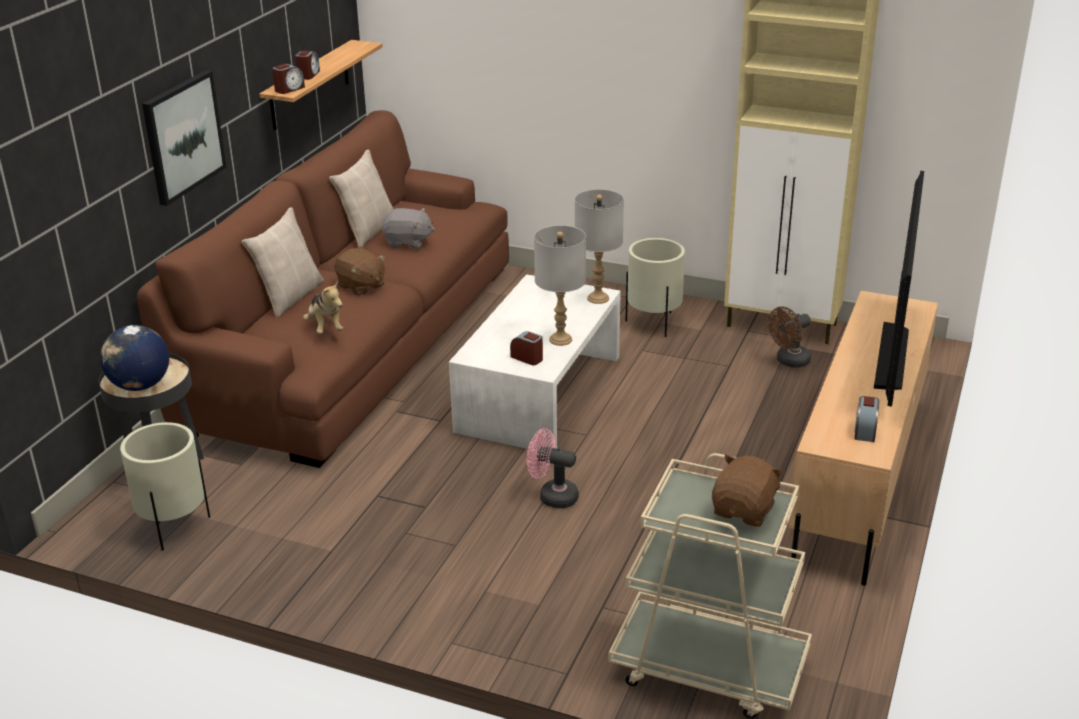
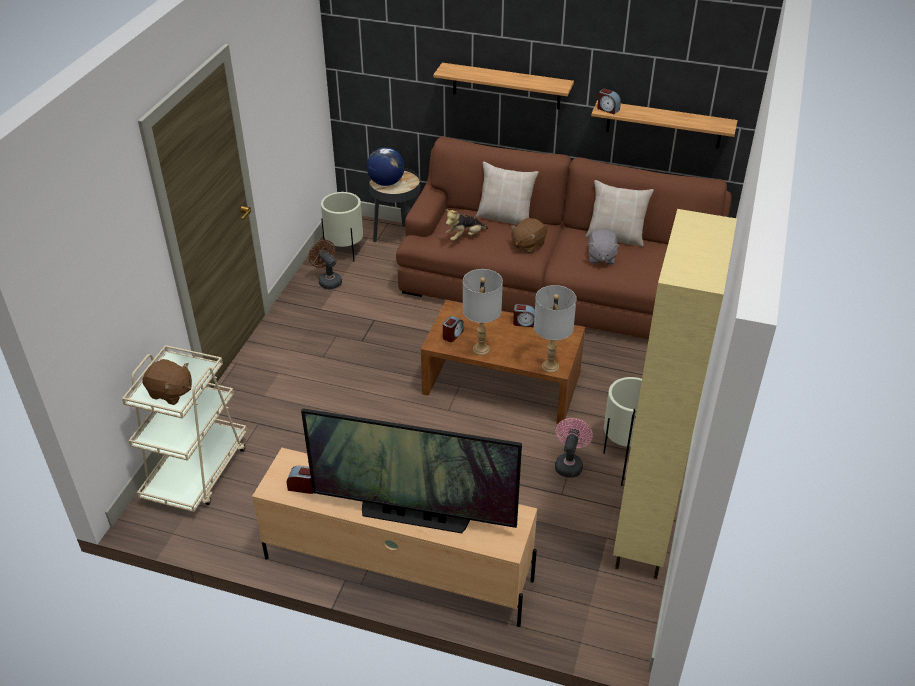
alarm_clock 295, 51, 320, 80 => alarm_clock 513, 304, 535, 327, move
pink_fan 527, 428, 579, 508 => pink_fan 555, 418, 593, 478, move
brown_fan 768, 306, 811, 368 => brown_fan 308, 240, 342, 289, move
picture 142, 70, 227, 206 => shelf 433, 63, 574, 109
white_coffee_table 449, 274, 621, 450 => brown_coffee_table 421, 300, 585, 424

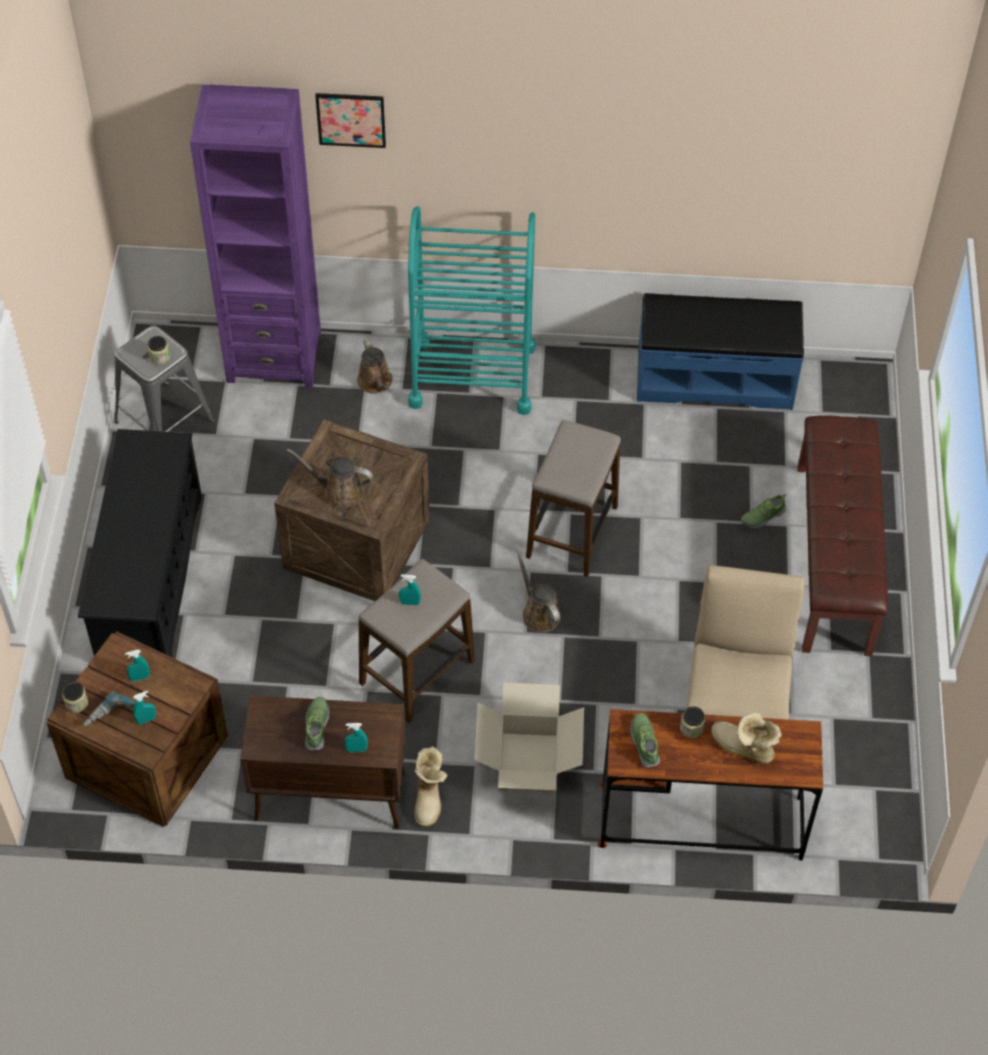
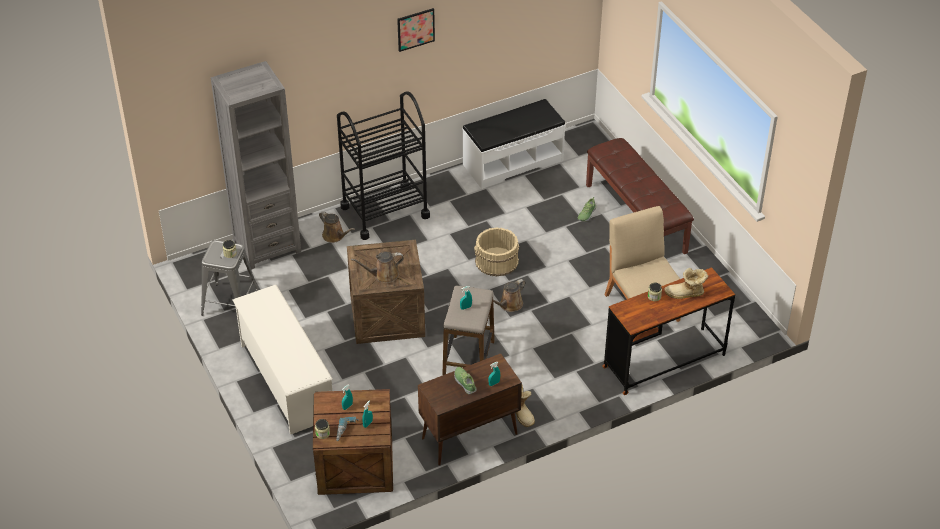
cardboard_box 474, 682, 584, 793 => nothing
shoe 630, 713, 660, 768 => nothing
picture 315, 93, 386, 148 => picture 397, 8, 435, 52, move
stool 526, 420, 621, 577 => beige_bucket 474, 227, 519, 276
black_shoe_rack 78, 429, 202, 657 => white_shoe_rack 232, 285, 333, 435
purple_bookcase 190, 84, 321, 387 => grey_bookcase 211, 61, 301, 270
turquoise_cart 408, 206, 536, 415 => black_cart 337, 91, 430, 240
blue_bench 637, 293, 804, 410 => white_bench 462, 99, 566, 189
brown_watering_can 516, 548, 561, 632 => brown_watering_can 493, 279, 525, 312, 75 degrees counterclockwise

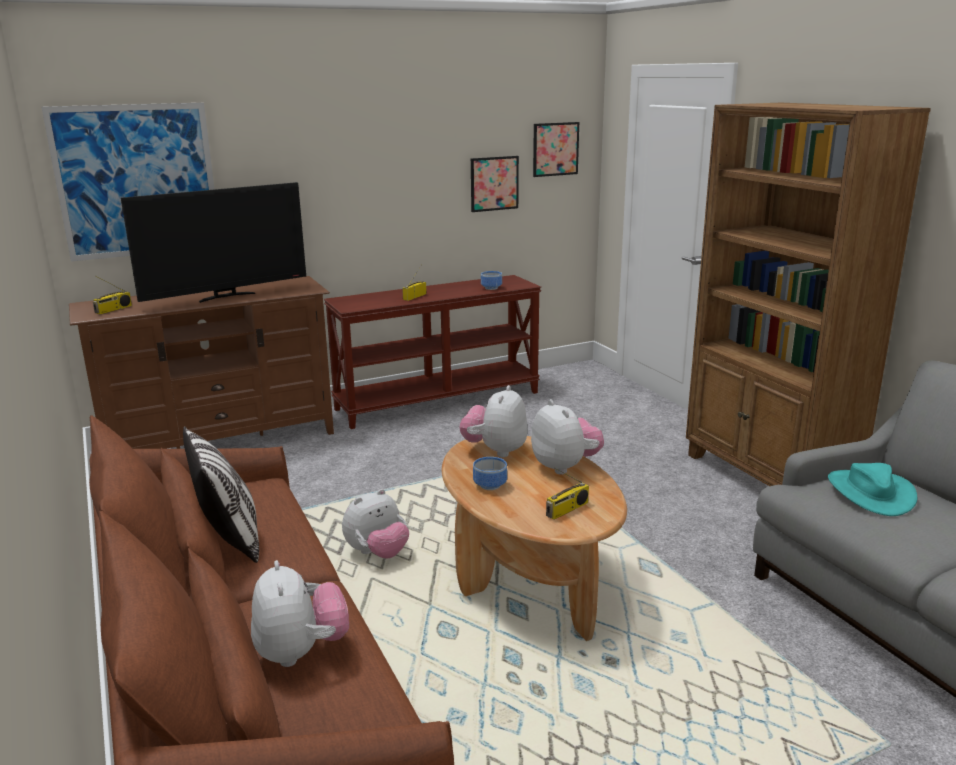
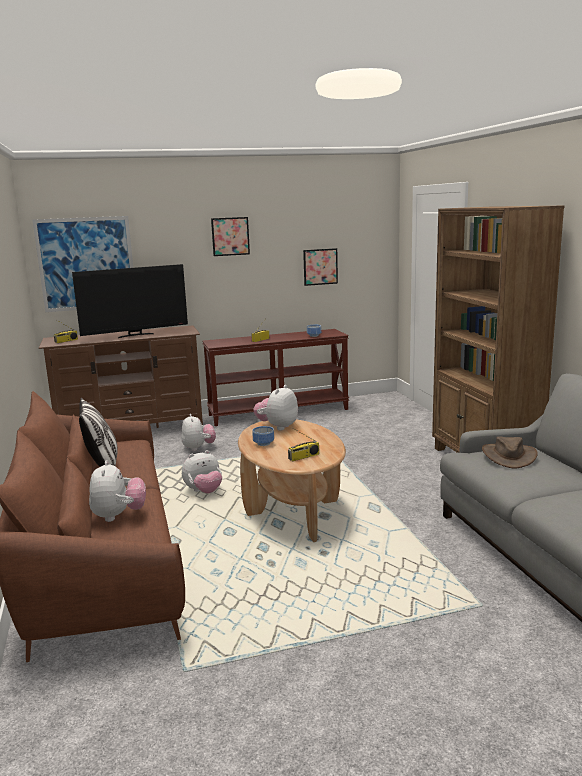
plush_toy 531, 399, 604, 475 => plush_toy 181, 414, 216, 451, move
picture 533, 122, 579, 177 => picture 211, 217, 250, 256, move
turquoise_hat 828, 463, 917, 516 => brown_hat 482, 437, 538, 468

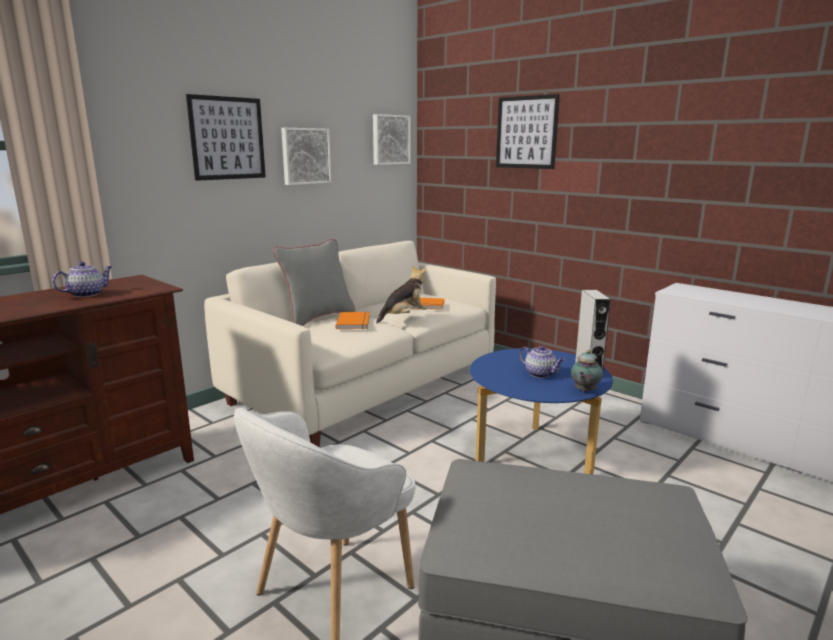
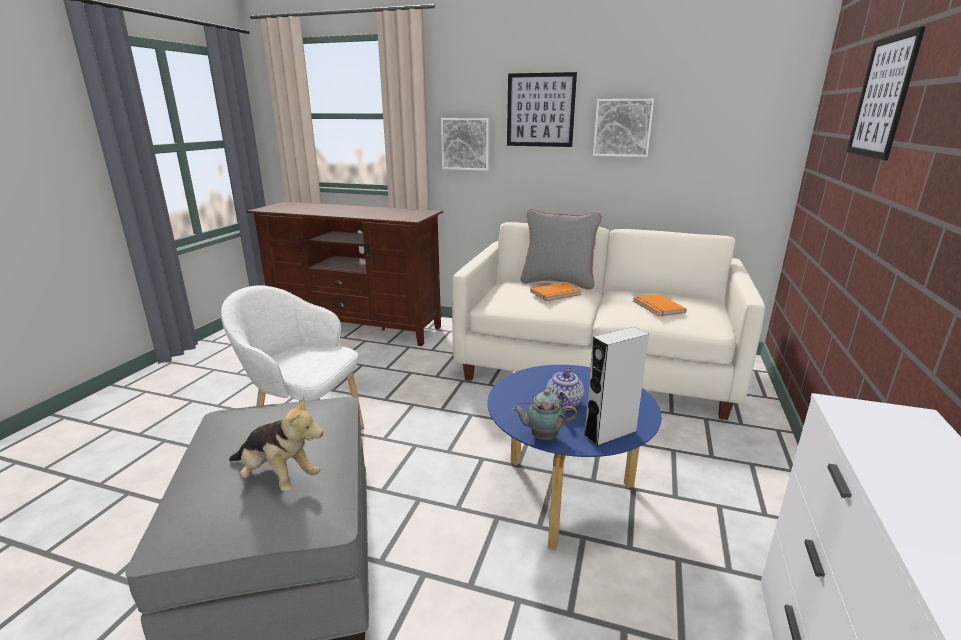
teapot 52, 262, 112, 297 => nothing
picture 373, 114, 410, 165 => picture 441, 118, 490, 171, move
plush_toy 376, 266, 427, 323 => plush_toy 229, 396, 323, 492, move

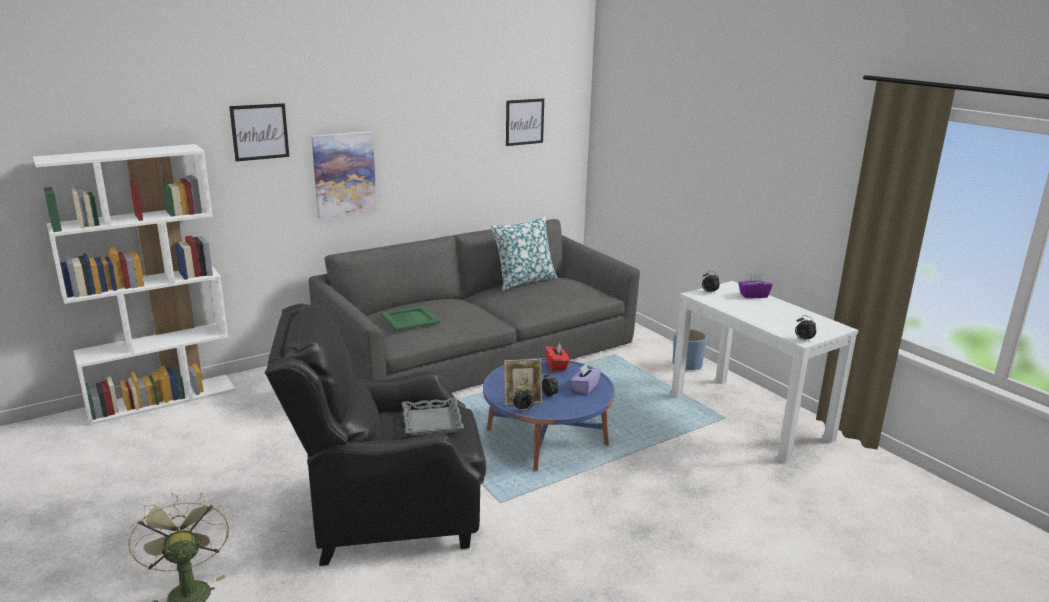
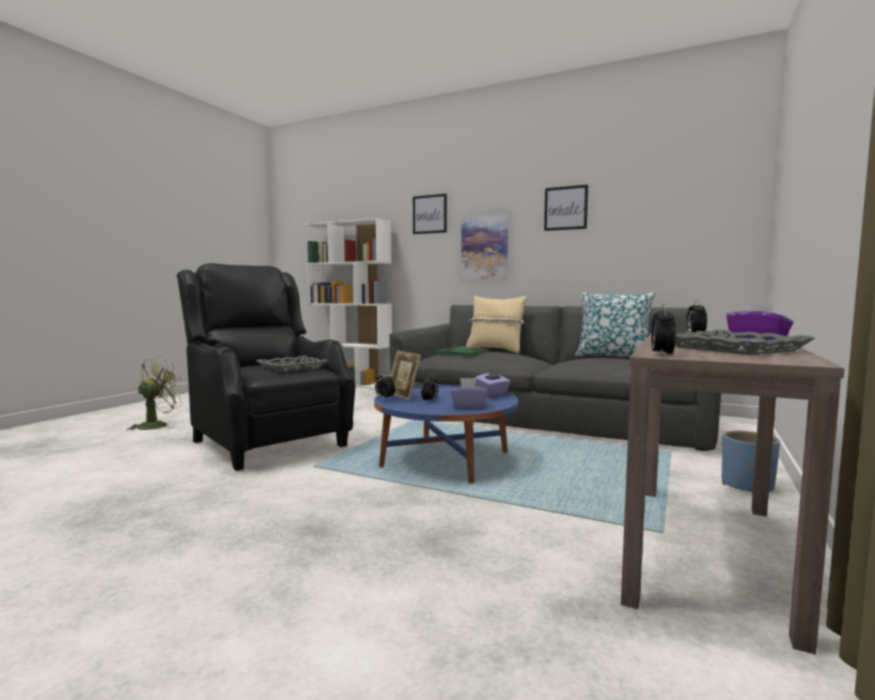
nothing => beige_pillow 466, 296, 526, 354
nothing => grey_tray 675, 329, 815, 355
picture 506, 98, 544, 146 => picture 544, 185, 588, 231, move
red_tissue_box 545, 342, 569, 371 => purple_tissue_box 475, 369, 511, 397
white_console_table 671, 281, 859, 463 => brown_console_table 621, 333, 845, 654

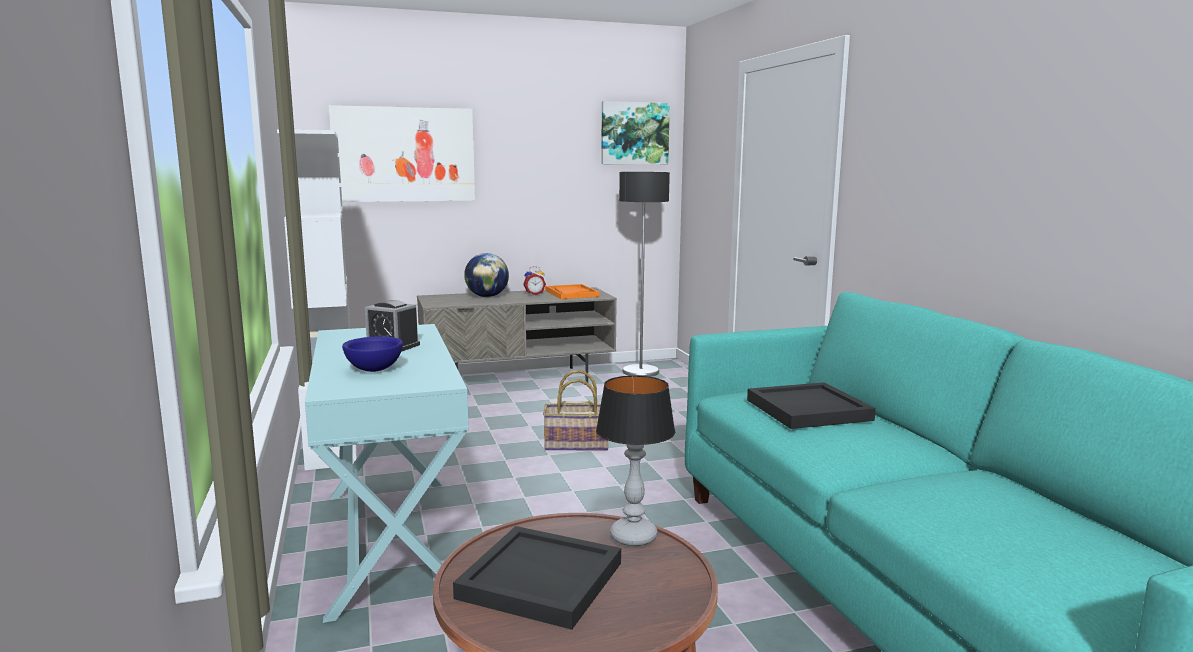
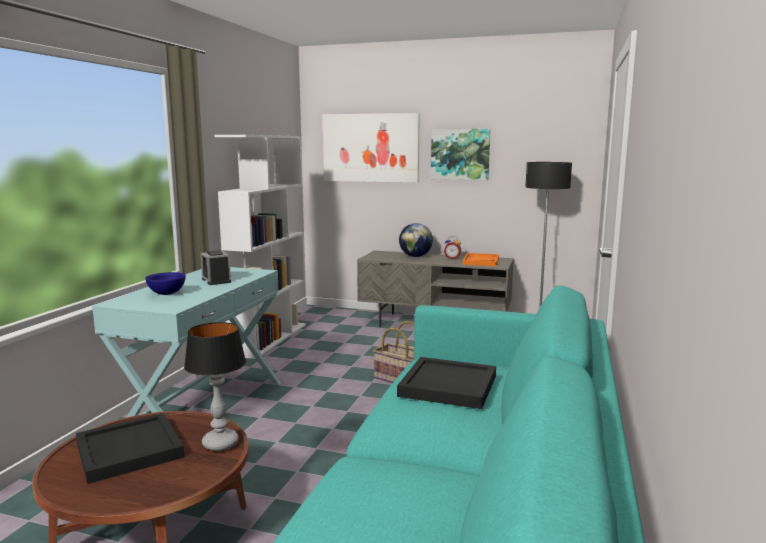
picture 601, 101, 670, 164 => picture 431, 129, 490, 180, move

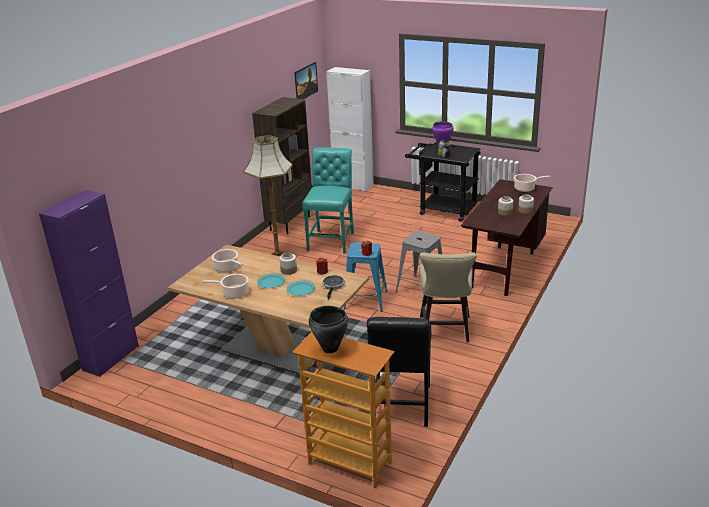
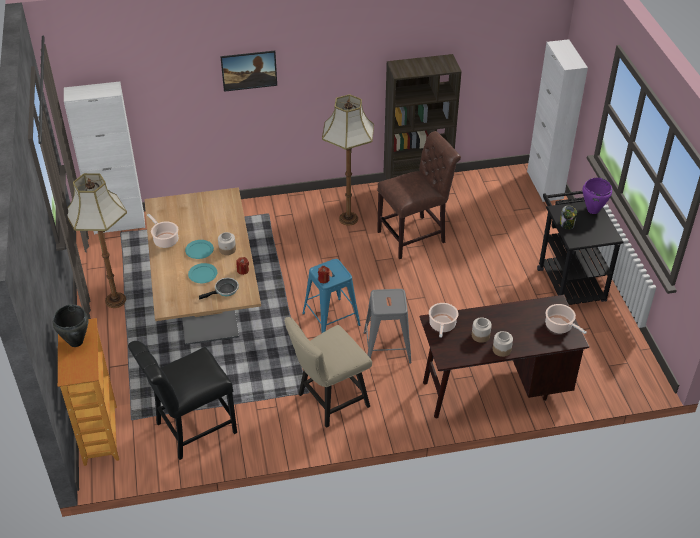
nothing => floor_lamp 67, 173, 127, 308
cooking_pot 212, 249, 243, 272 => cooking_pot 429, 303, 458, 338, move
picture 294, 62, 318, 99 => picture 220, 51, 277, 92, move
purple_cabinet 39, 190, 139, 377 => white_cabinet 64, 81, 145, 234
turquoise_chair 302, 147, 354, 254 => brown_chair 377, 131, 461, 259

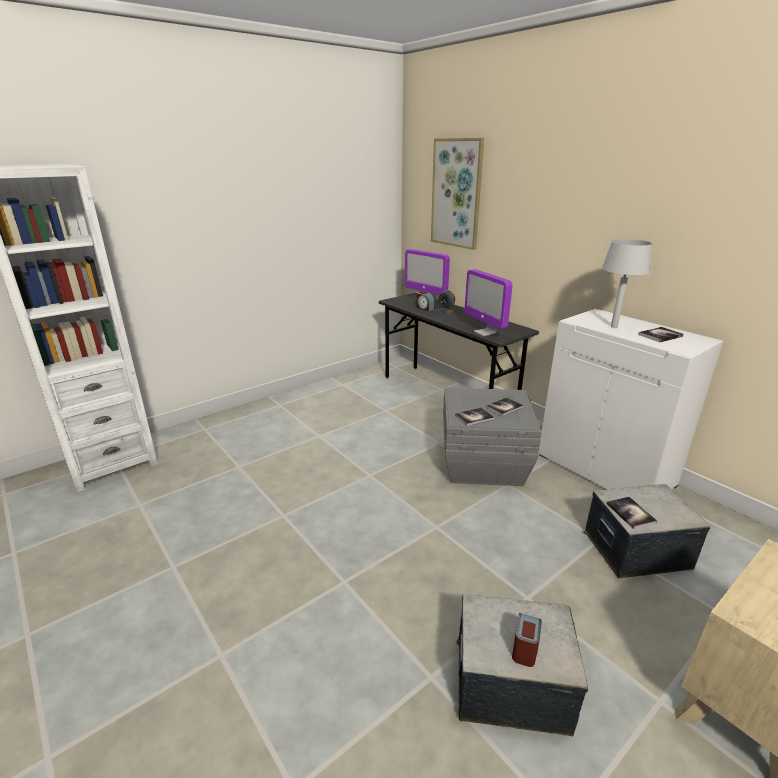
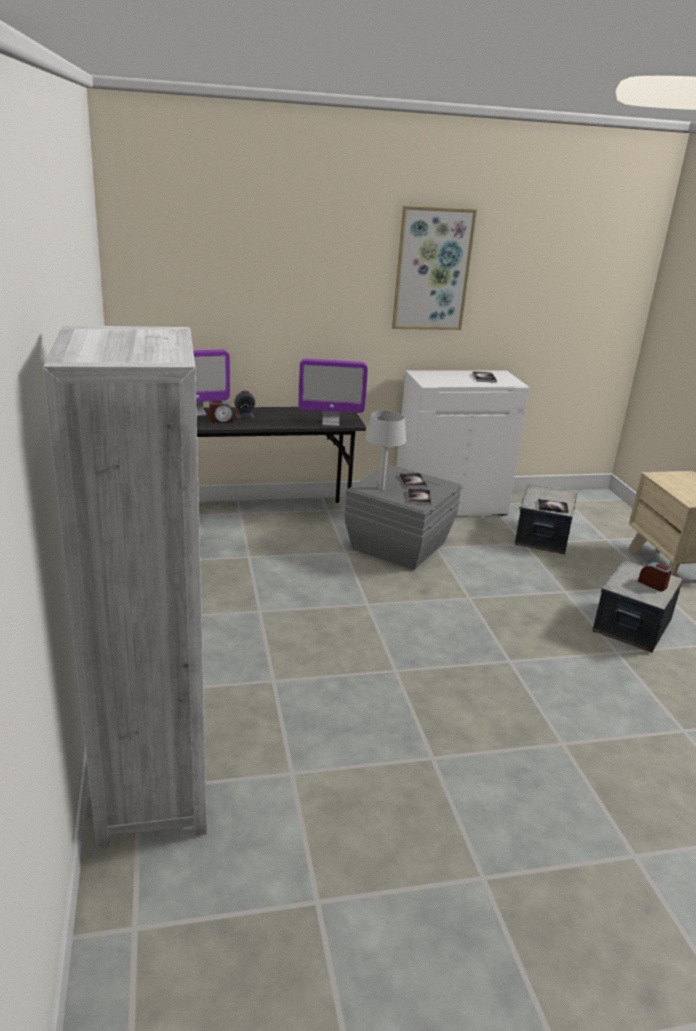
picture 431, 138, 484, 250 => picture 392, 206, 477, 330, move
grey_table_lamp 602, 239, 653, 328 => grey_table_lamp 365, 411, 406, 490, move

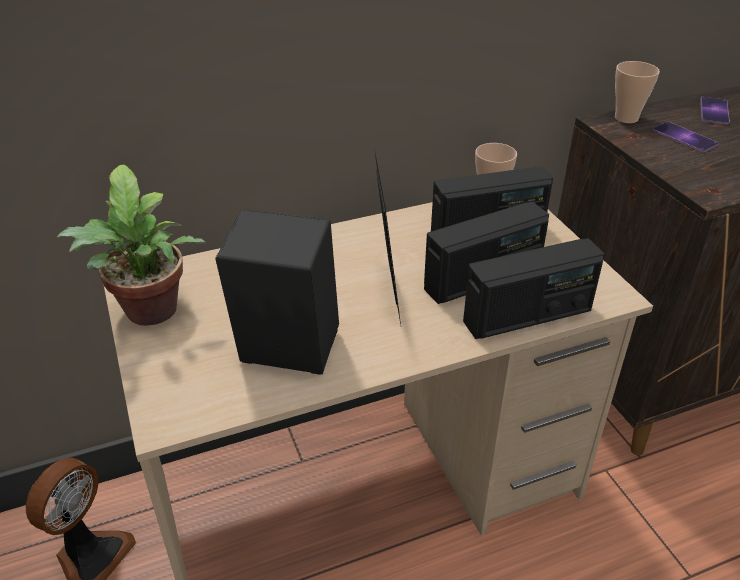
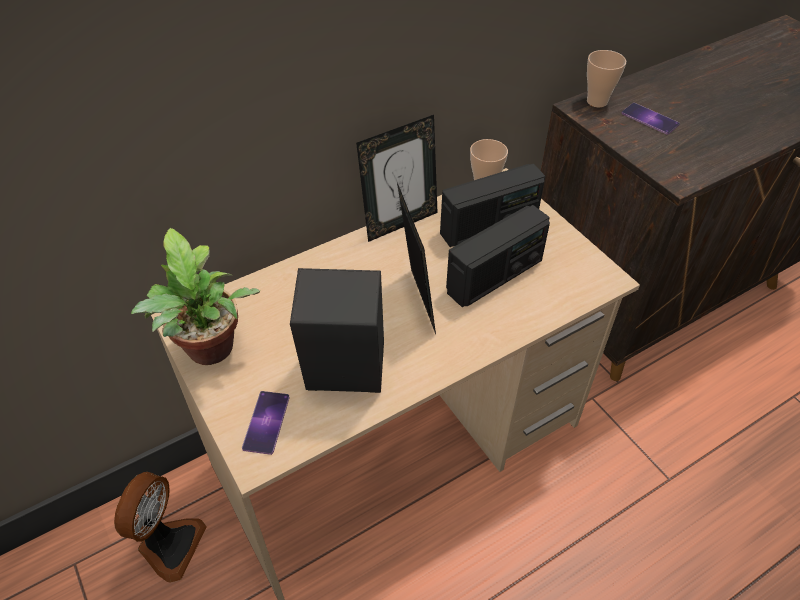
radio 463, 238, 605, 339 => nothing
nothing => picture_frame 356, 115, 438, 242
phone 700, 97, 730, 125 => phone 242, 391, 290, 455, move

